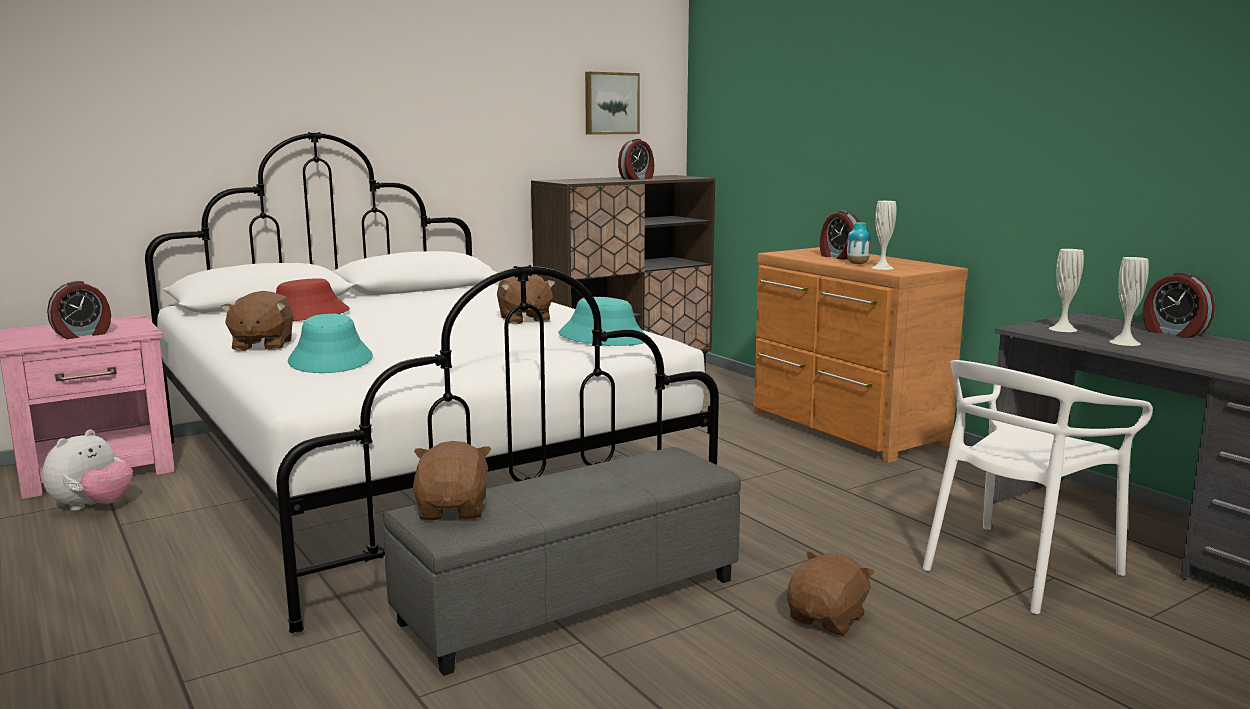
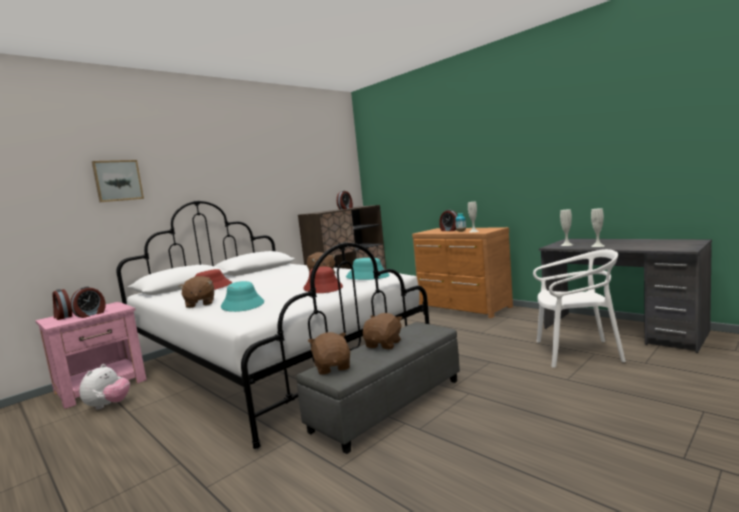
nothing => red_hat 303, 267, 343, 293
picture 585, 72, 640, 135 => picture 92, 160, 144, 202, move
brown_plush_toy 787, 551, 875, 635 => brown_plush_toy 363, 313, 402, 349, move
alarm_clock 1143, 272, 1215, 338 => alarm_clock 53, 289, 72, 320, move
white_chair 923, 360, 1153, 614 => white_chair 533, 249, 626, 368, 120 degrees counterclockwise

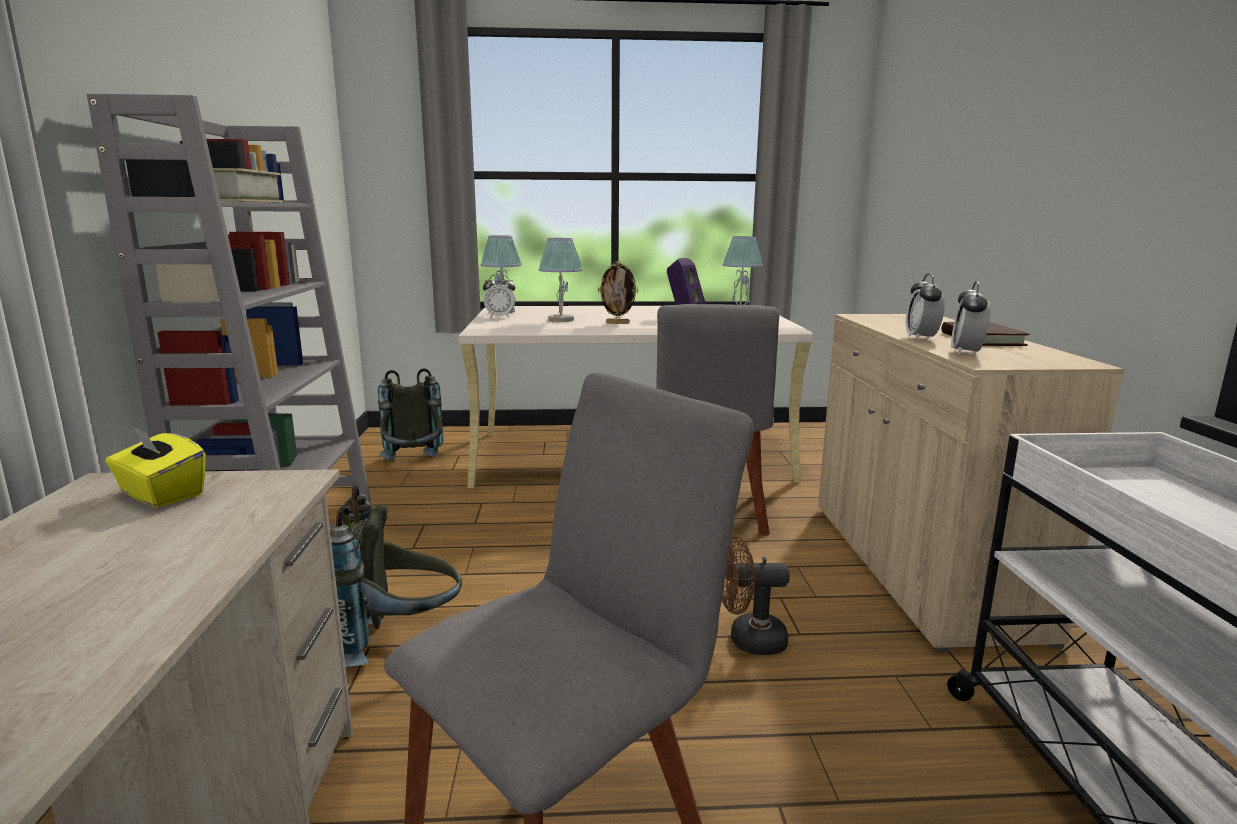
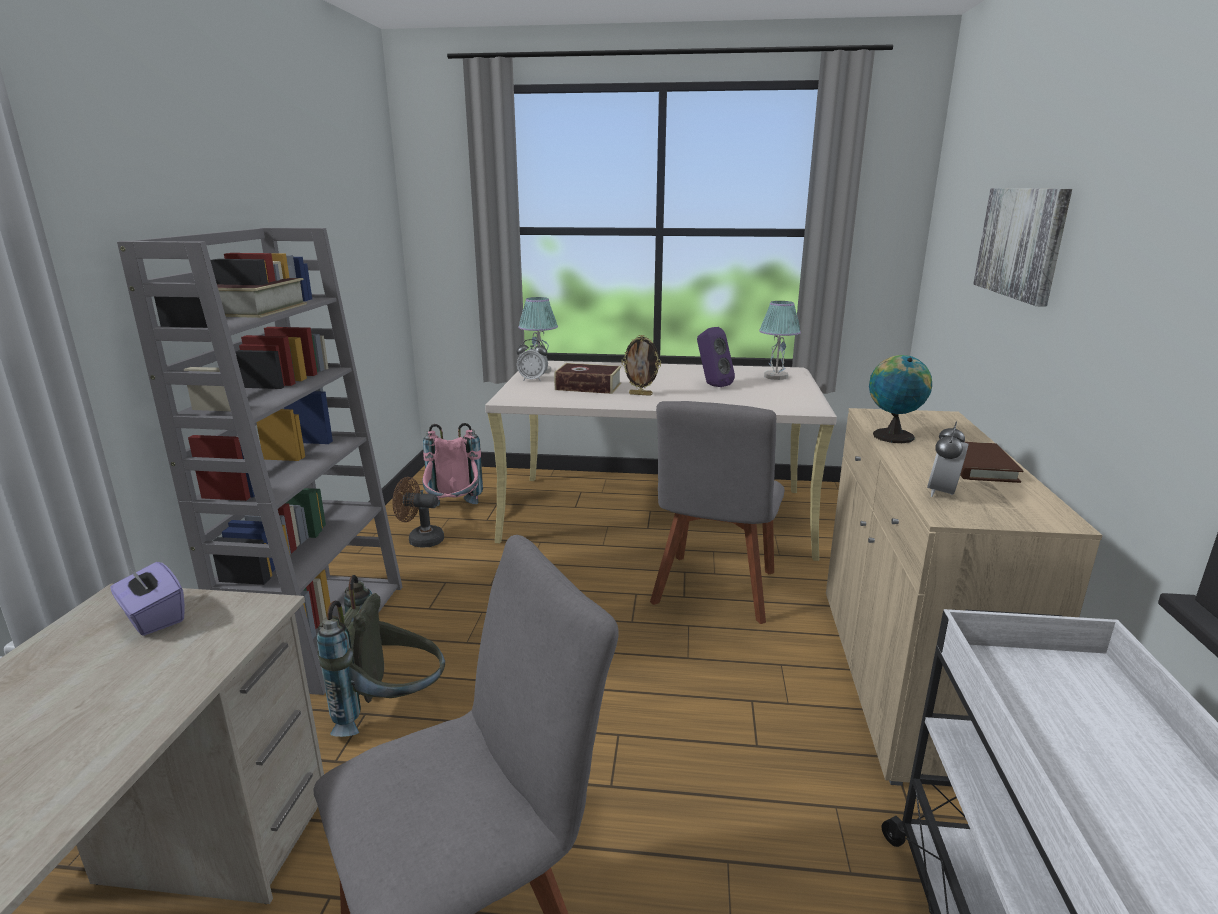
alarm_clock 906, 273, 945, 341 => nothing
nothing => globe 869, 355, 932, 443
nothing => picture 973, 188, 1072, 307
brown_fan 722, 536, 790, 655 => brown_fan 392, 477, 444, 547, move
table_lamp 539, 238, 582, 322 => book 554, 363, 621, 394
yellow_tissue_box 105, 426, 206, 508 => purple_tissue_box 110, 562, 185, 636
grey_backpack 378, 368, 443, 461 => pink_backpack 422, 423, 483, 506

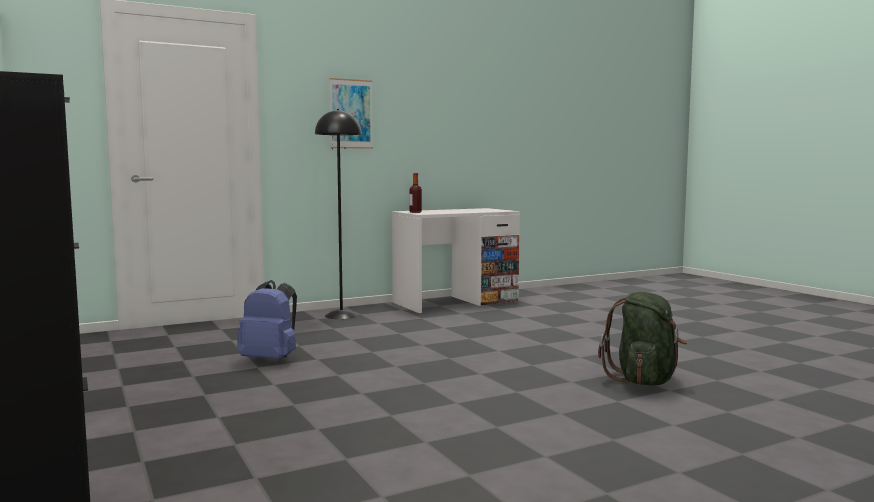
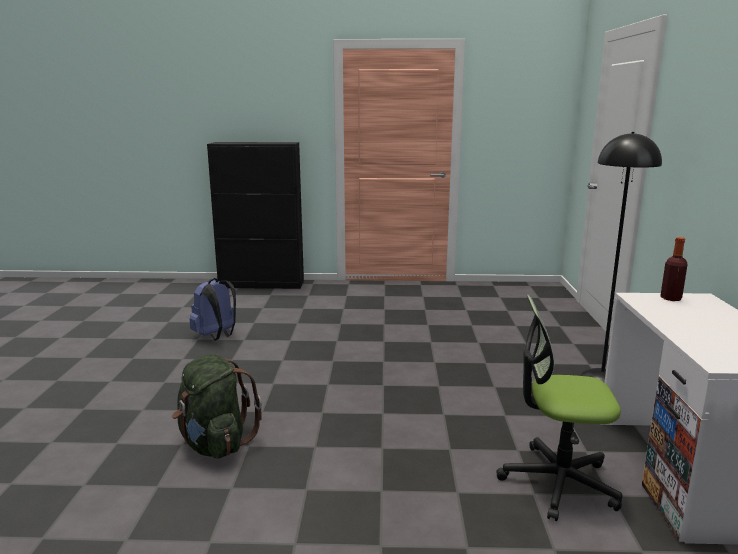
picture 329, 78, 373, 149 => nothing
nothing => office_chair 496, 295, 622, 521
blue_backpack 237, 280, 297, 359 => blue_backpack 190, 278, 236, 341, move

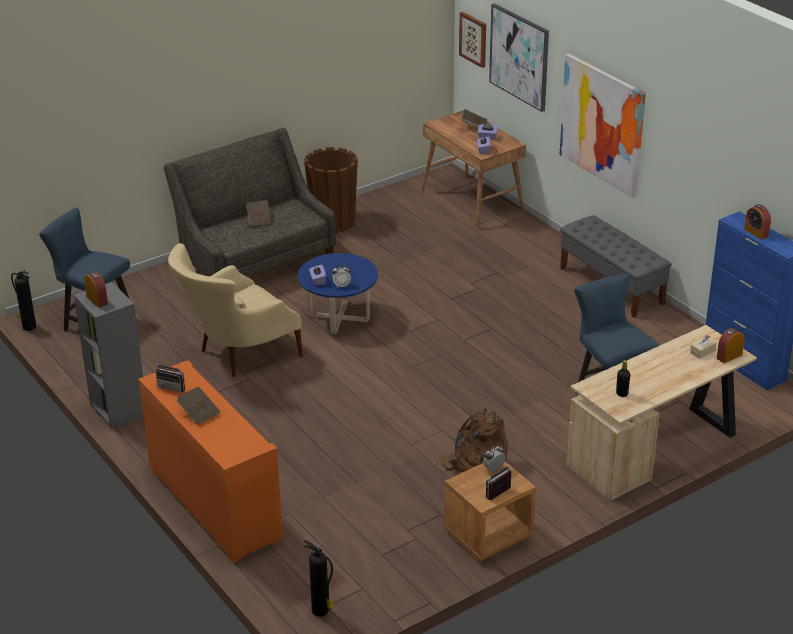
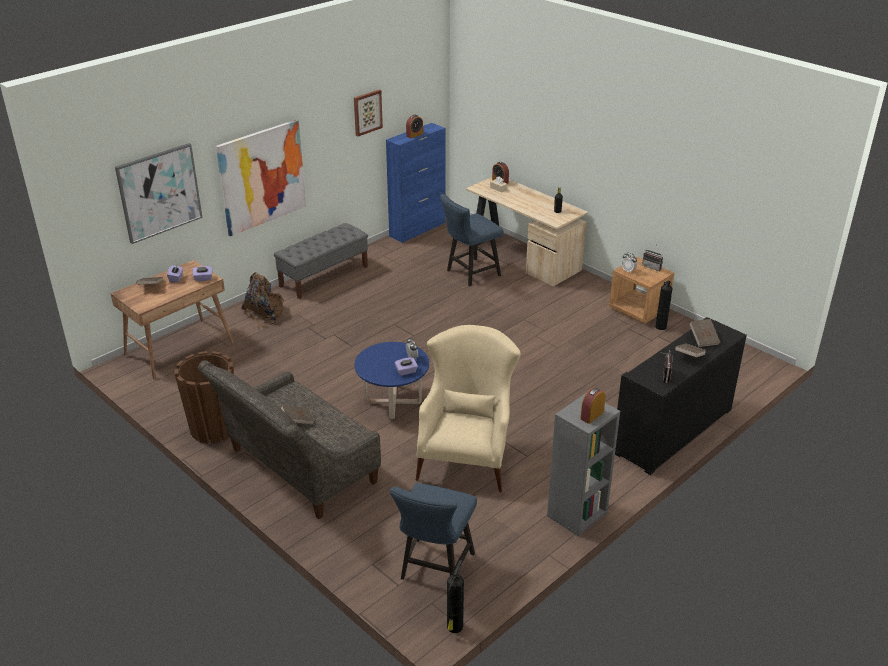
nothing => brown_book 690, 319, 720, 347
fire_extinguisher 304, 540, 333, 617 => fire_extinguisher 655, 280, 672, 330, move
brown_backpack 438, 407, 508, 472 => brown_backpack 241, 272, 285, 328, move
picture 459, 12, 486, 68 => picture 354, 90, 383, 137, move
orange_cabinet 139, 360, 283, 563 => black_cabinet 615, 317, 747, 475
beige_armchair 168, 243, 303, 377 => beige_armchair 416, 325, 521, 492, 120 degrees counterclockwise

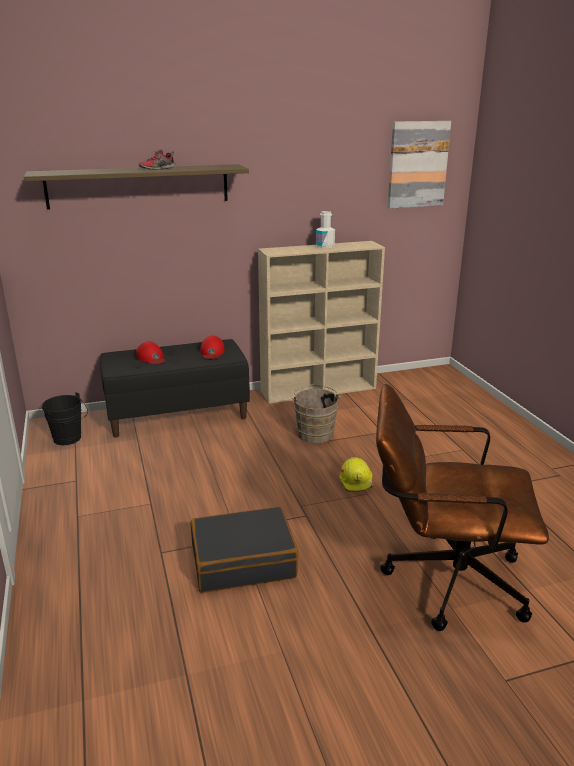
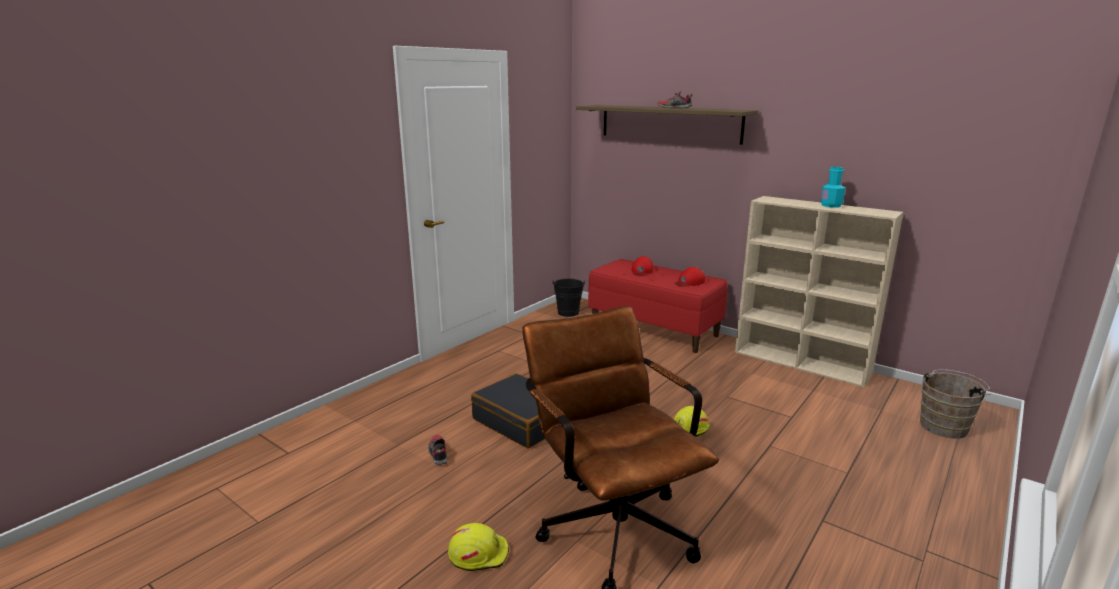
picture 388, 121, 451, 209 => nothing
nothing => shoe 428, 435, 448, 465
nothing => yellow_hard_hat 448, 523, 509, 571
brown_bucket 292, 385, 341, 443 => brown_bucket 920, 369, 991, 439, move
black_bench 100, 339, 250, 438 => red_bench 588, 259, 728, 353
white_bottle 316, 211, 335, 248 => turquoise_bottle 820, 167, 845, 208

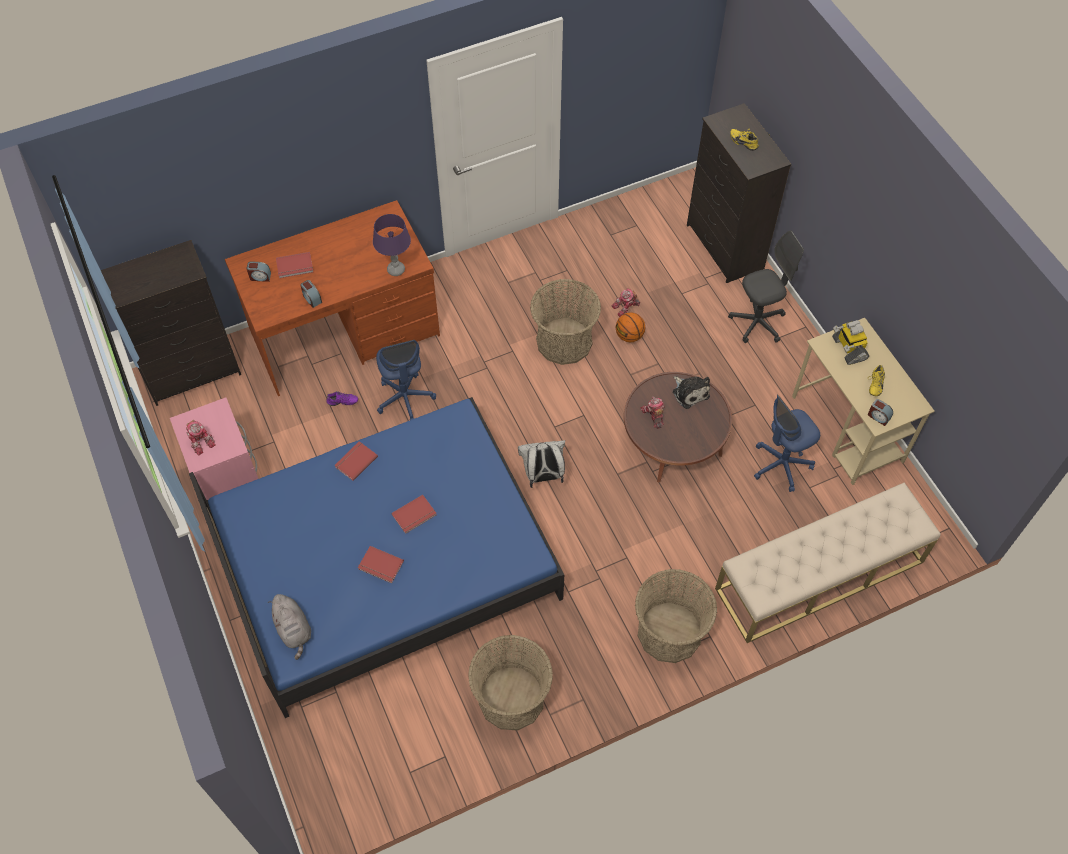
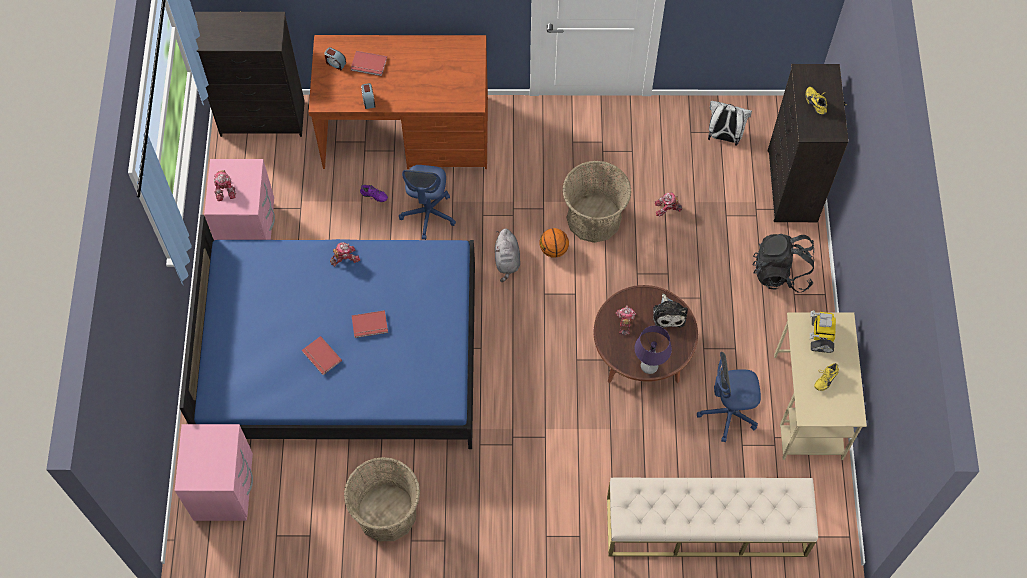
basket 635, 569, 717, 663 => nothing
alarm_clock 868, 399, 893, 426 => nothing
nothing => pink_nightstand 175, 424, 253, 521
grey_plush_toy 268, 594, 311, 660 => grey_plush_toy 495, 229, 520, 282, move
purple_table_lamp 373, 214, 411, 276 => purple_table_lamp 634, 326, 672, 374, move
white_backpack 518, 440, 565, 488 => white_backpack 708, 101, 752, 146, move
basketball 616, 312, 645, 342 => basketball 540, 228, 569, 258, move
red_book 334, 441, 378, 481 => toy_robot 330, 242, 360, 266
grey_office_chair 728, 231, 804, 343 => black_backpack 752, 234, 814, 293

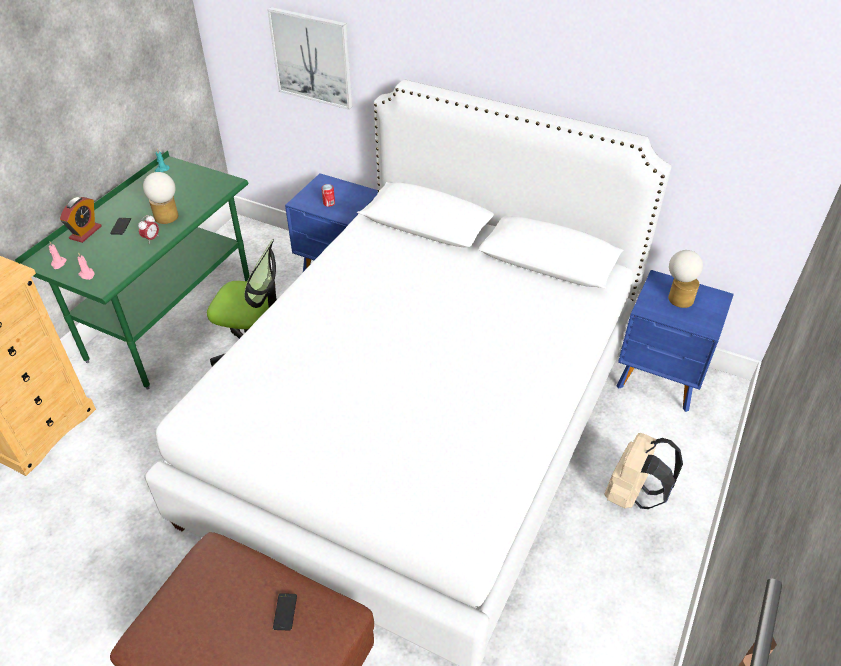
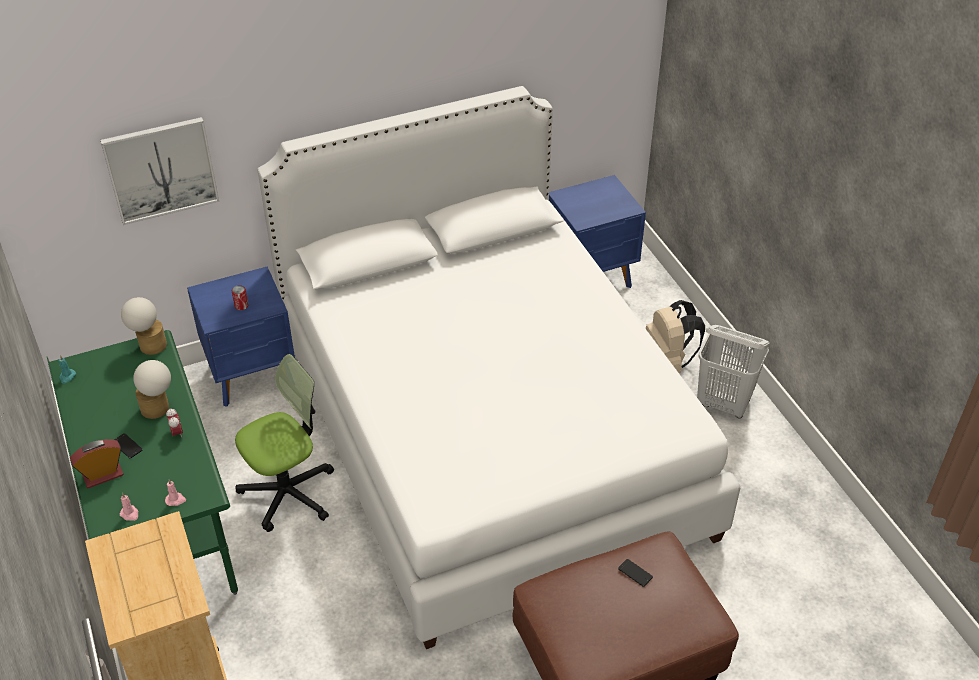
nothing => white_laundry_basket 697, 325, 770, 418
table_lamp 668, 250, 703, 308 => table_lamp 121, 297, 167, 355, move
alarm_clock 60, 197, 102, 243 => alarm_clock 70, 439, 124, 488, 90 degrees counterclockwise

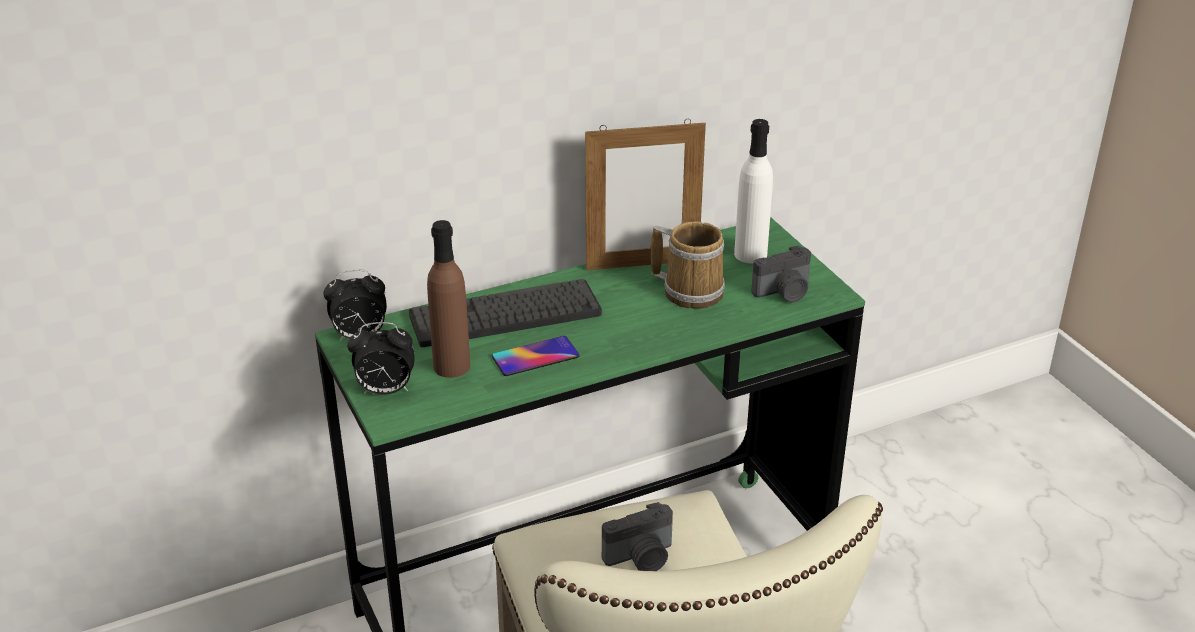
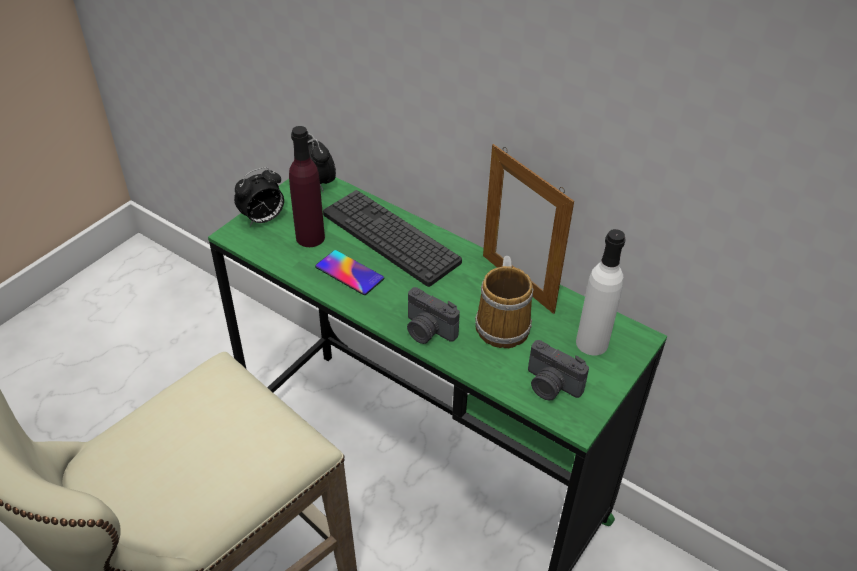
photo_camera 602, 502, 673, 571 => photo_camera 407, 287, 460, 344, move
brown_bottle 427, 220, 470, 378 => purple_bottle 289, 126, 325, 247
alarm_clock 347, 322, 415, 395 => alarm_clock 234, 167, 284, 226, 90 degrees counterclockwise

